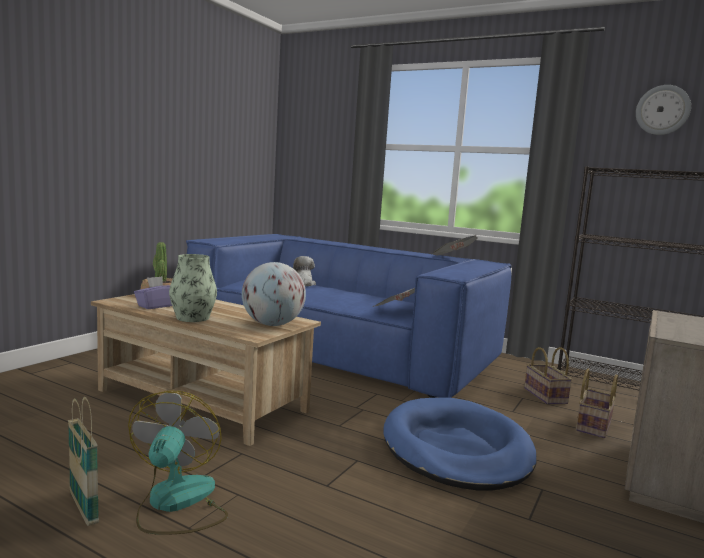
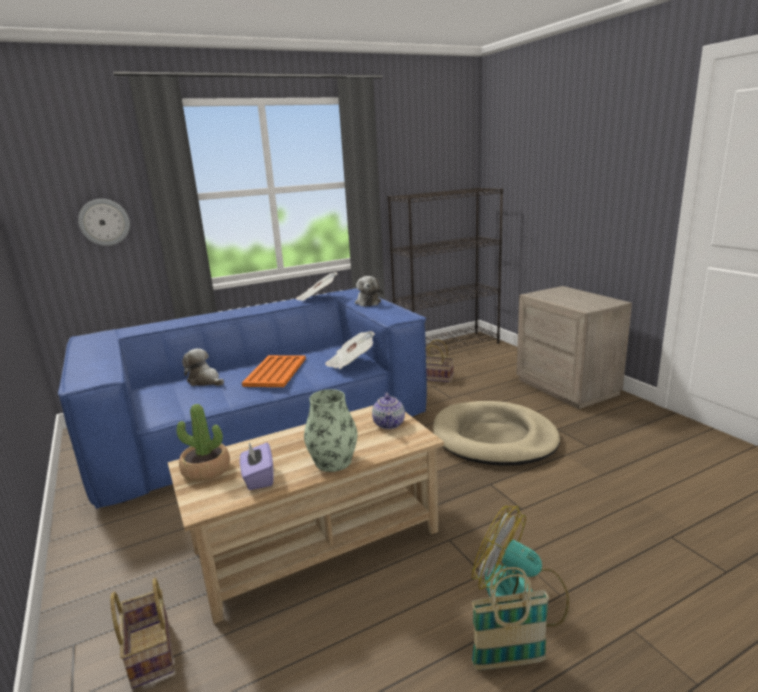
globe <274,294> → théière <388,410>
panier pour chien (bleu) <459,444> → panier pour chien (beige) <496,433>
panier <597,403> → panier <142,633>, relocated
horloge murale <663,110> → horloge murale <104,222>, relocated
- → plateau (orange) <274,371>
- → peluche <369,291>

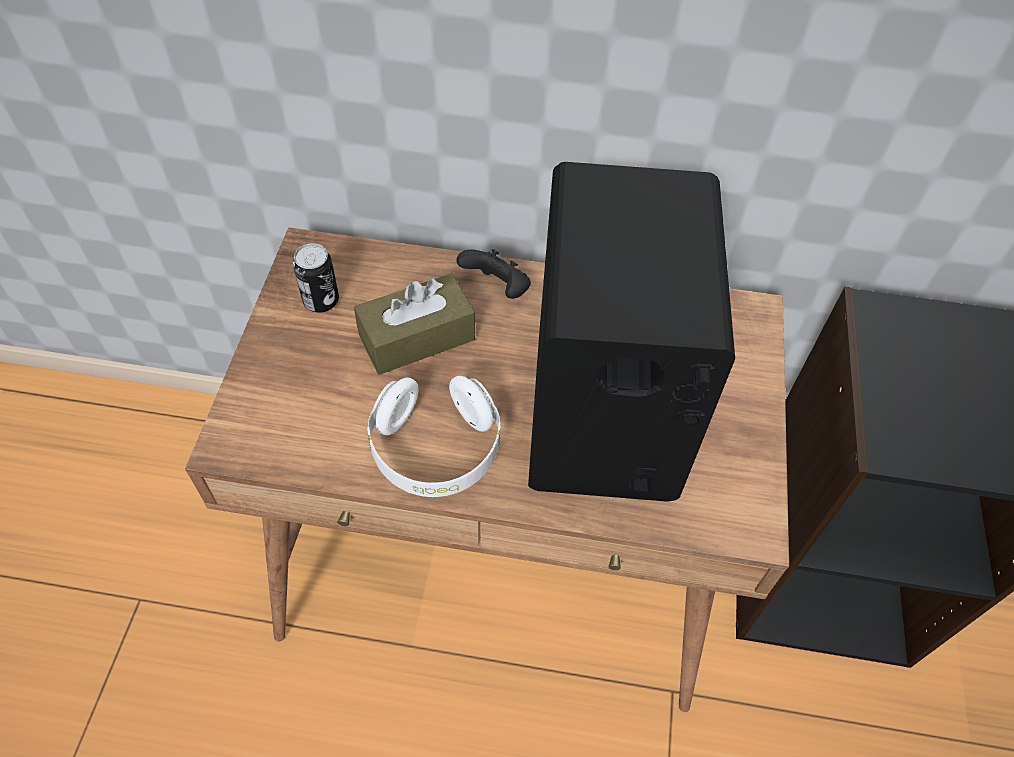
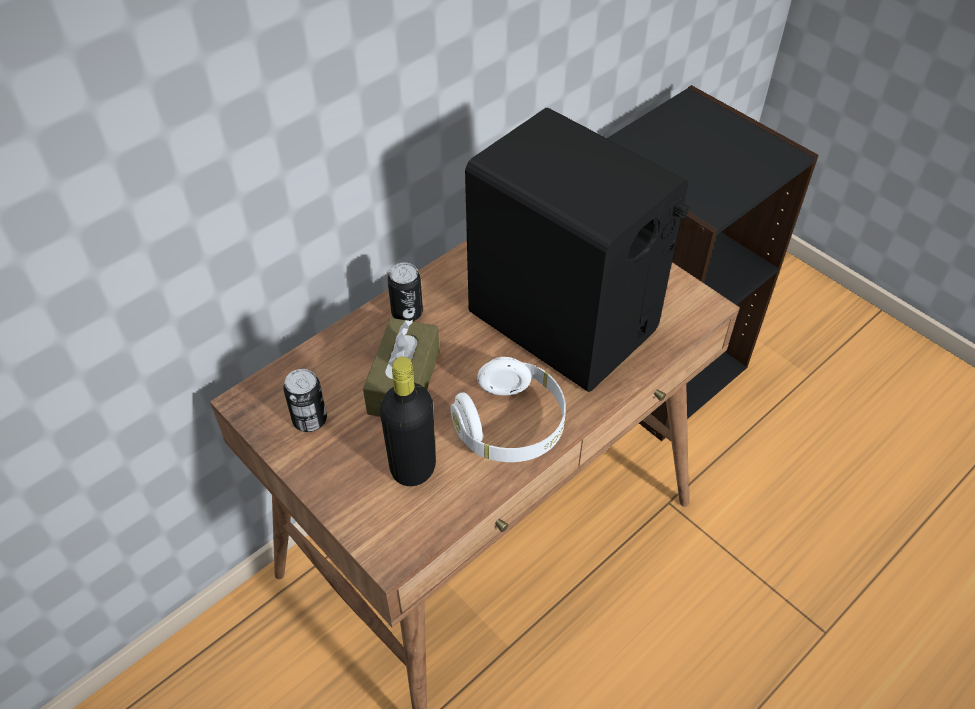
manette (noir) <494,274> → boîte métallique <405,292>
- → bouteille (noir) <408,421>

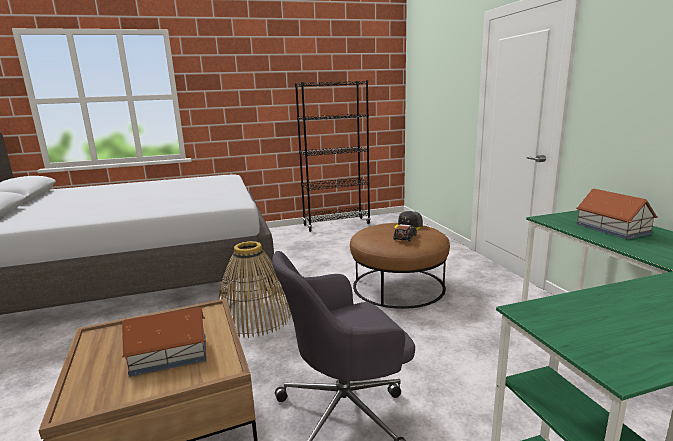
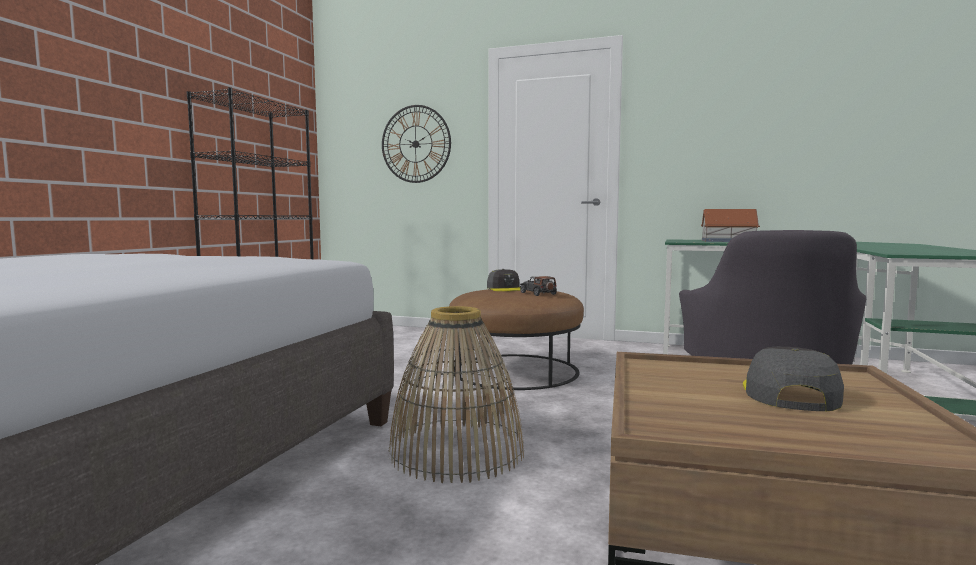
maison miniature <164,342> → casquette (gris) <793,379>
- → horloge murale <416,144>

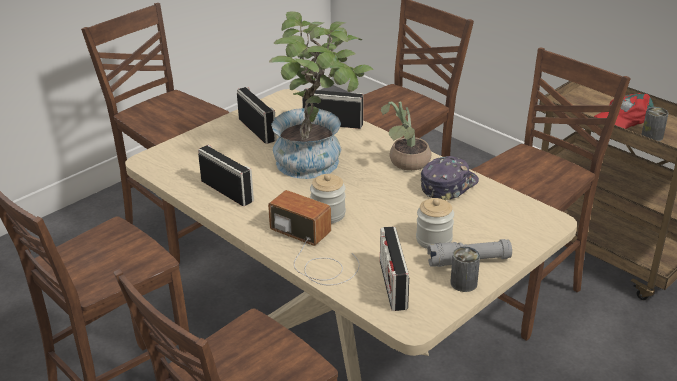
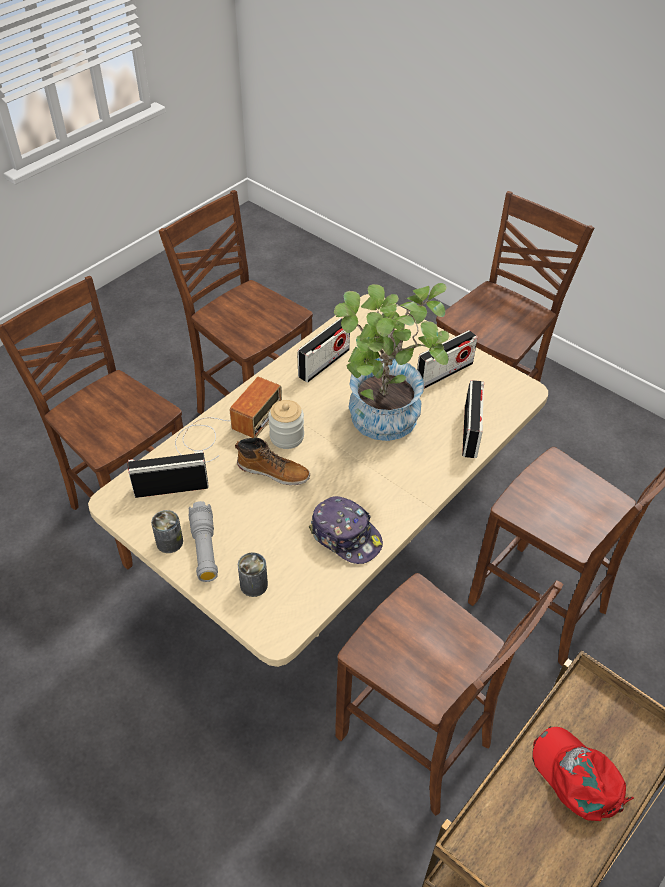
plante en pot <406,136> → -
bocal <435,223> → -
boîte métallique <655,124> → boîte métallique <253,574>, relocated
- → botte <272,461>

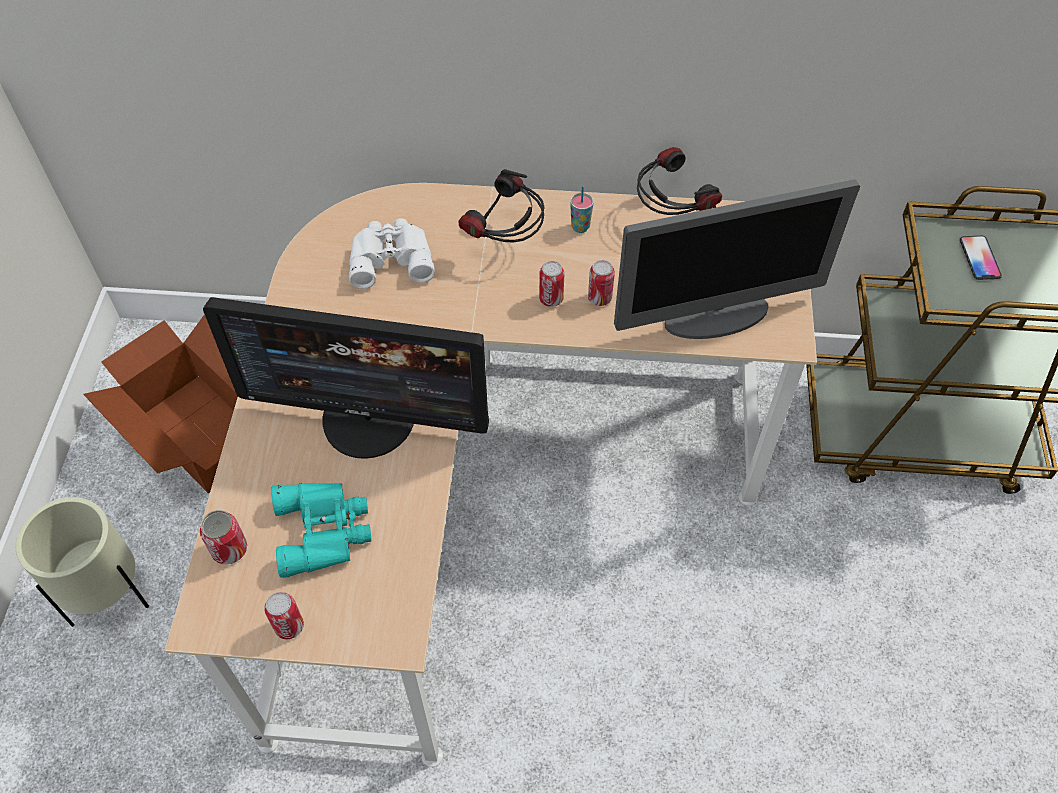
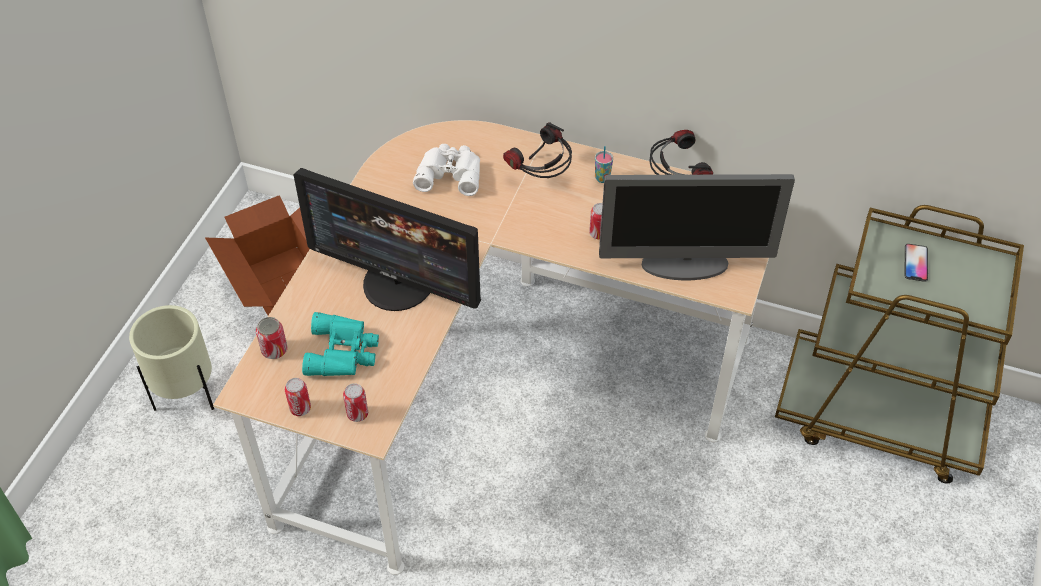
boîte métallique <551,284> → boîte métallique <355,402>, relocated

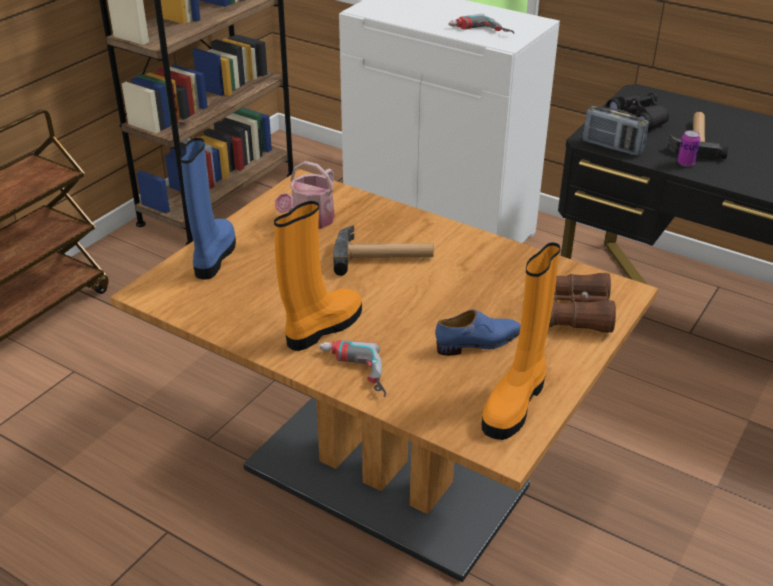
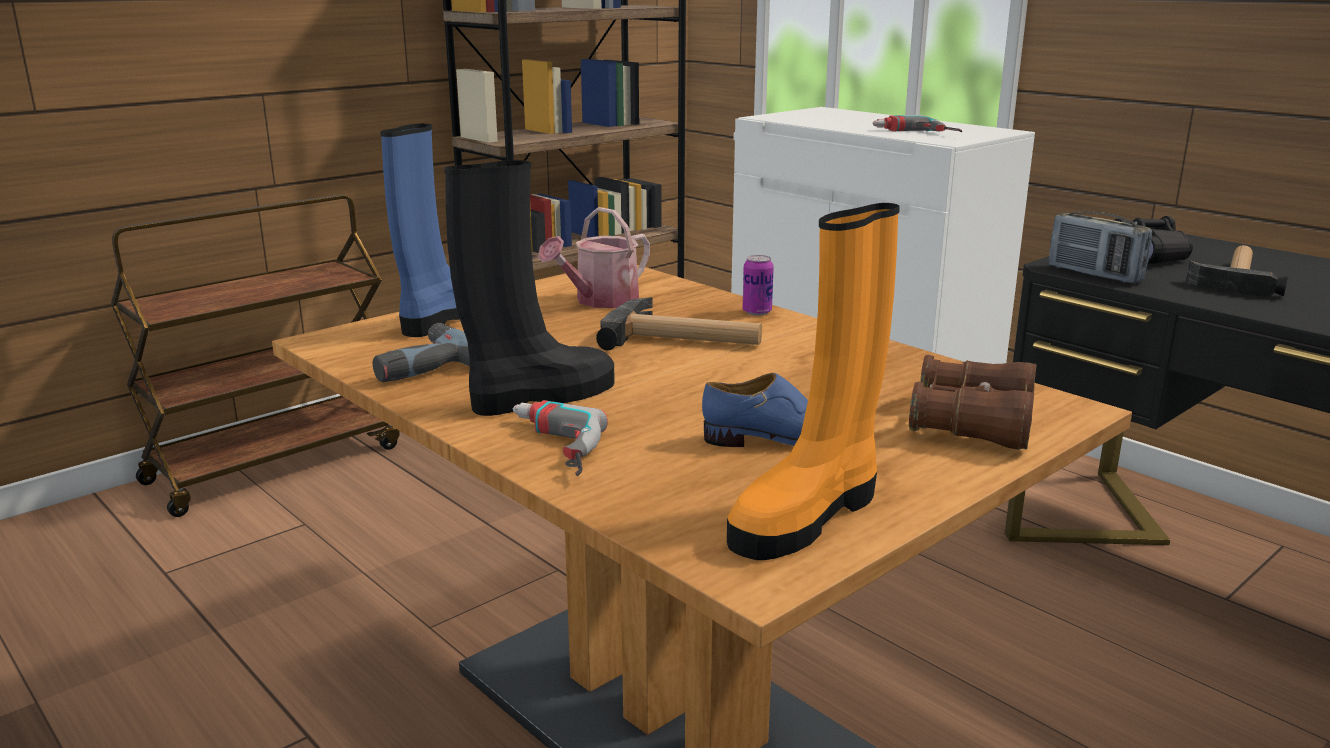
botte (orange) <318,276> → botte (noir) <530,288>
boîte métallique <688,148> → boîte métallique <758,285>, relocated
- → perceuse <421,352>

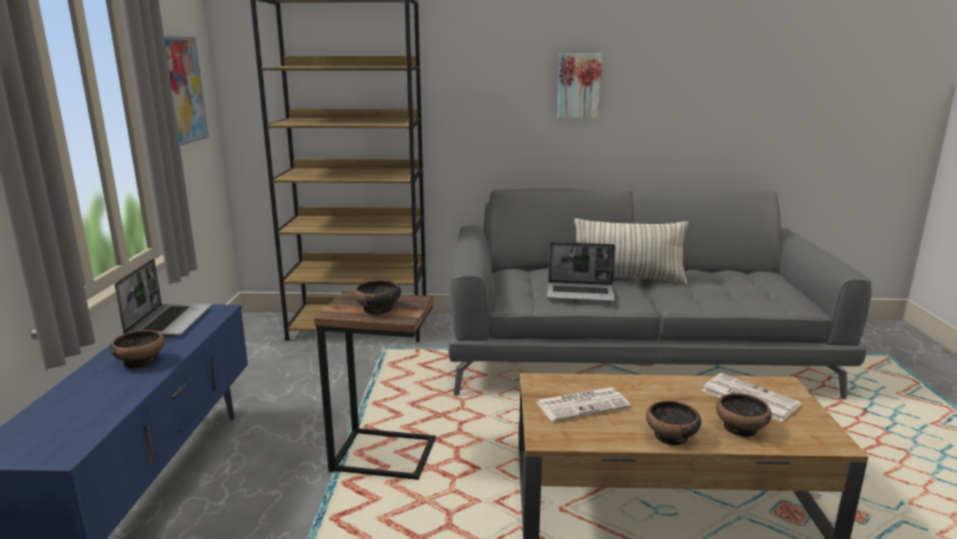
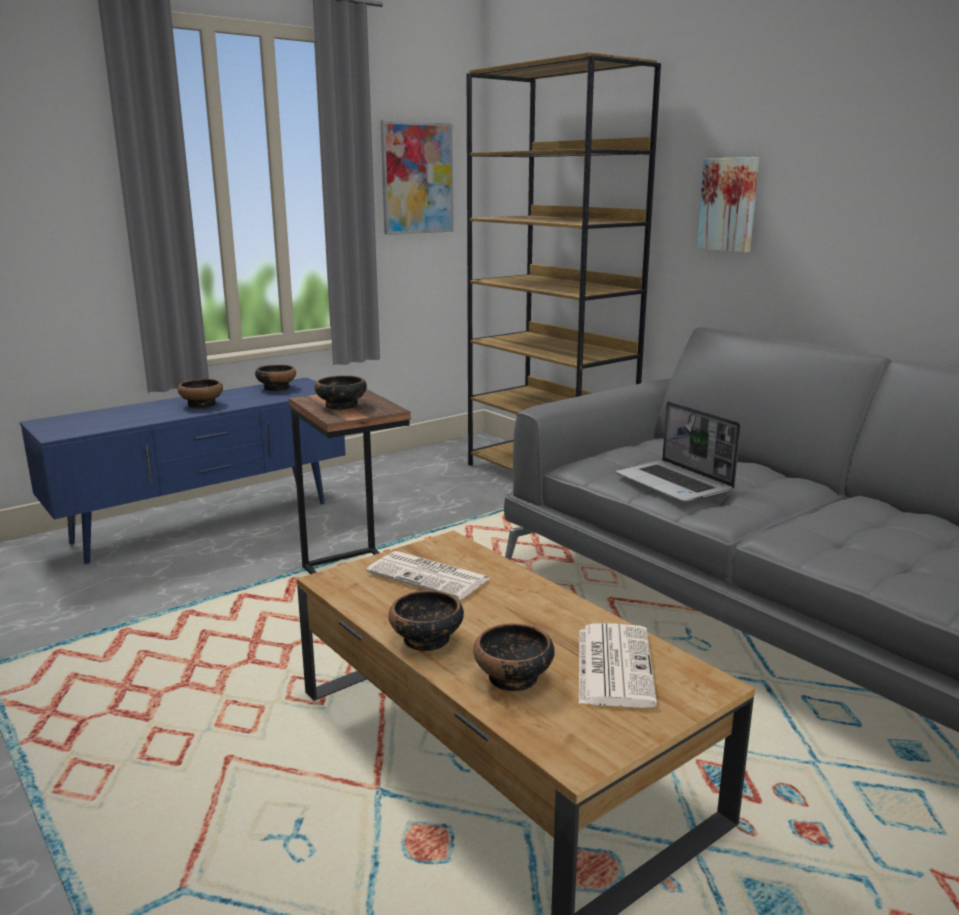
ordinateur portable <163,298> → bol <275,378>
tableau <580,85> → tableau <728,205>, relocated
coussin <631,251> → -

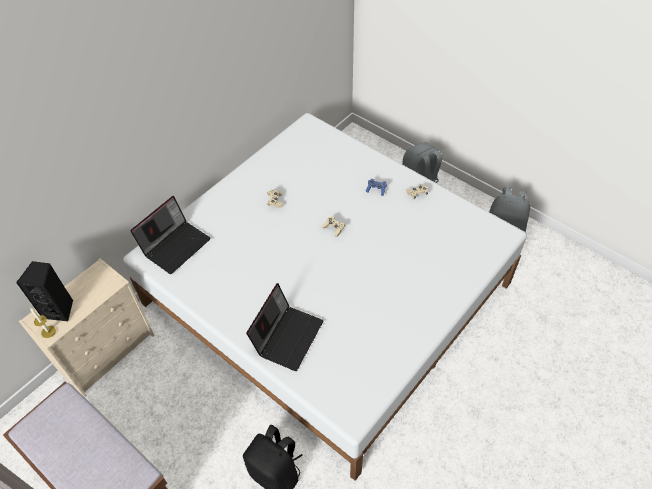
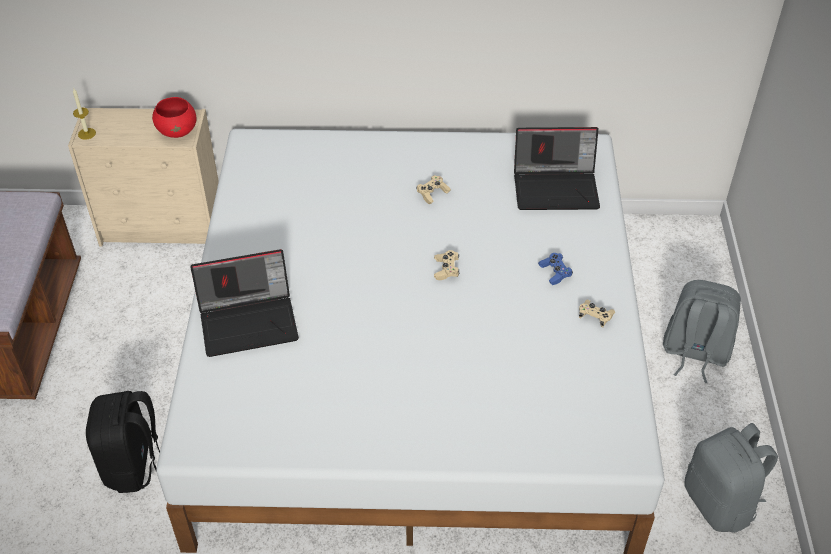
enceinte (noir) <44,291> → -
ordinateur portable <170,235> → ordinateur portable <557,168>, relocated
- → bol (rouge) <174,117>

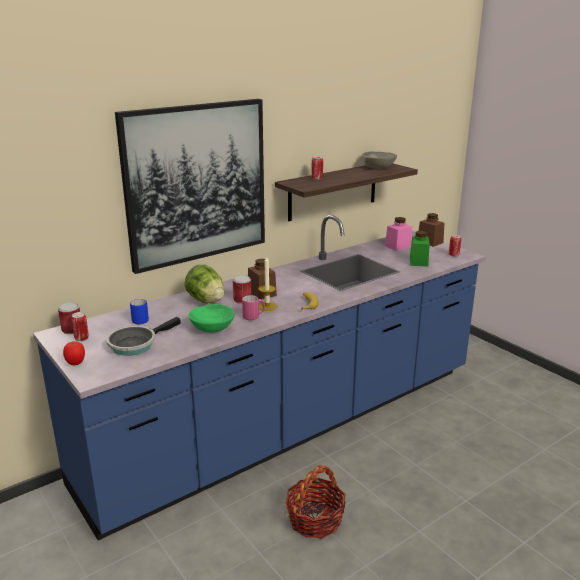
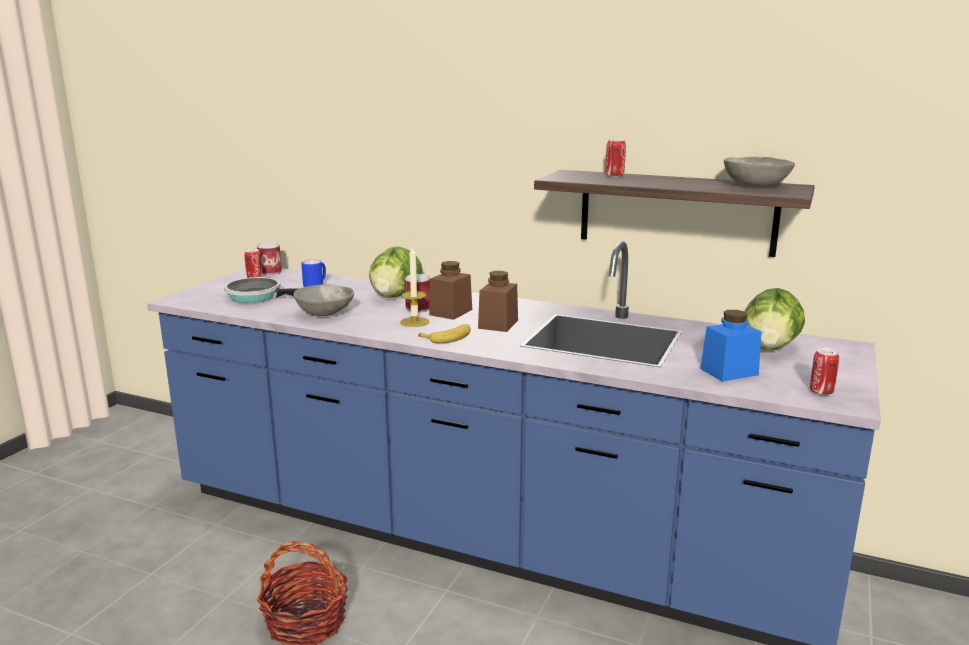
tomate <74,353> → -
tableau <190,186> → -
bol (vert) <212,318> → bol (gris) <324,300>
mug (rose) <253,307> → -
bocal (rose) <398,234> → laitue <775,319>
bocal (vert) <420,249> → bocal (bleu) <731,346>
bocal (marron) <431,230> → bocal (marron) <498,301>, relocated

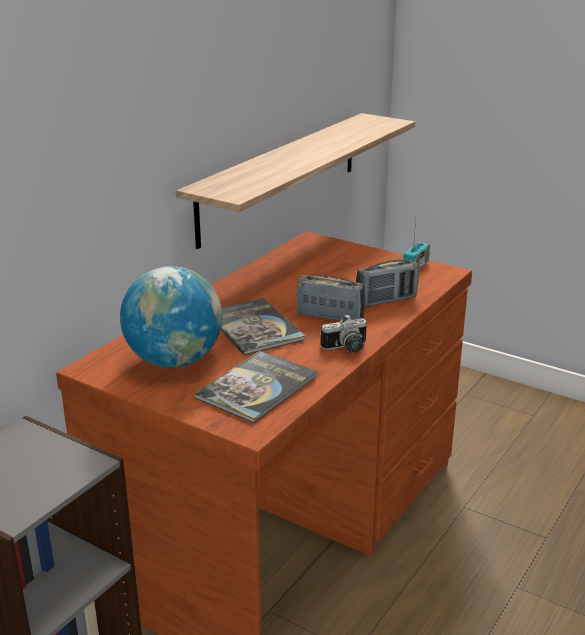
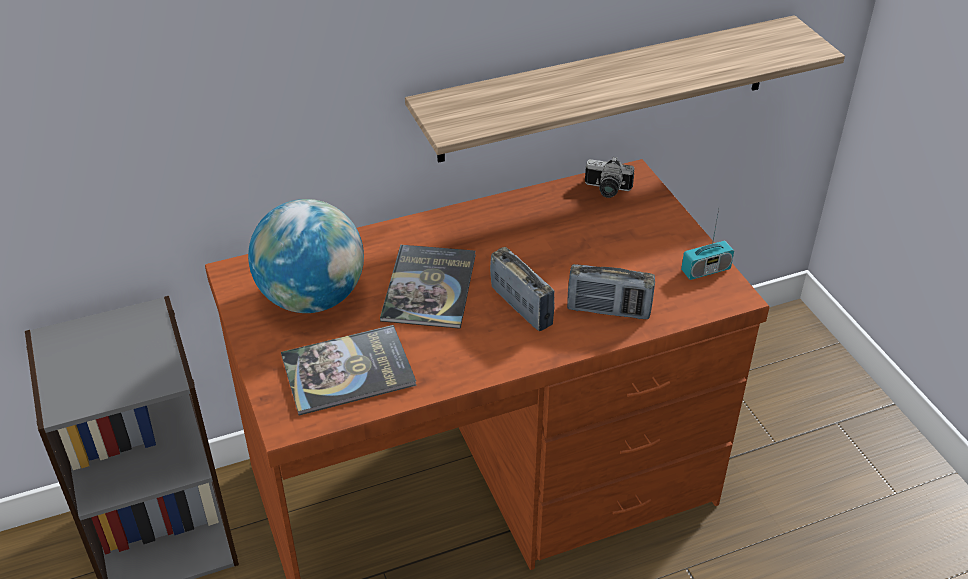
appareil photo <344,333> → appareil photo <609,177>, relocated

